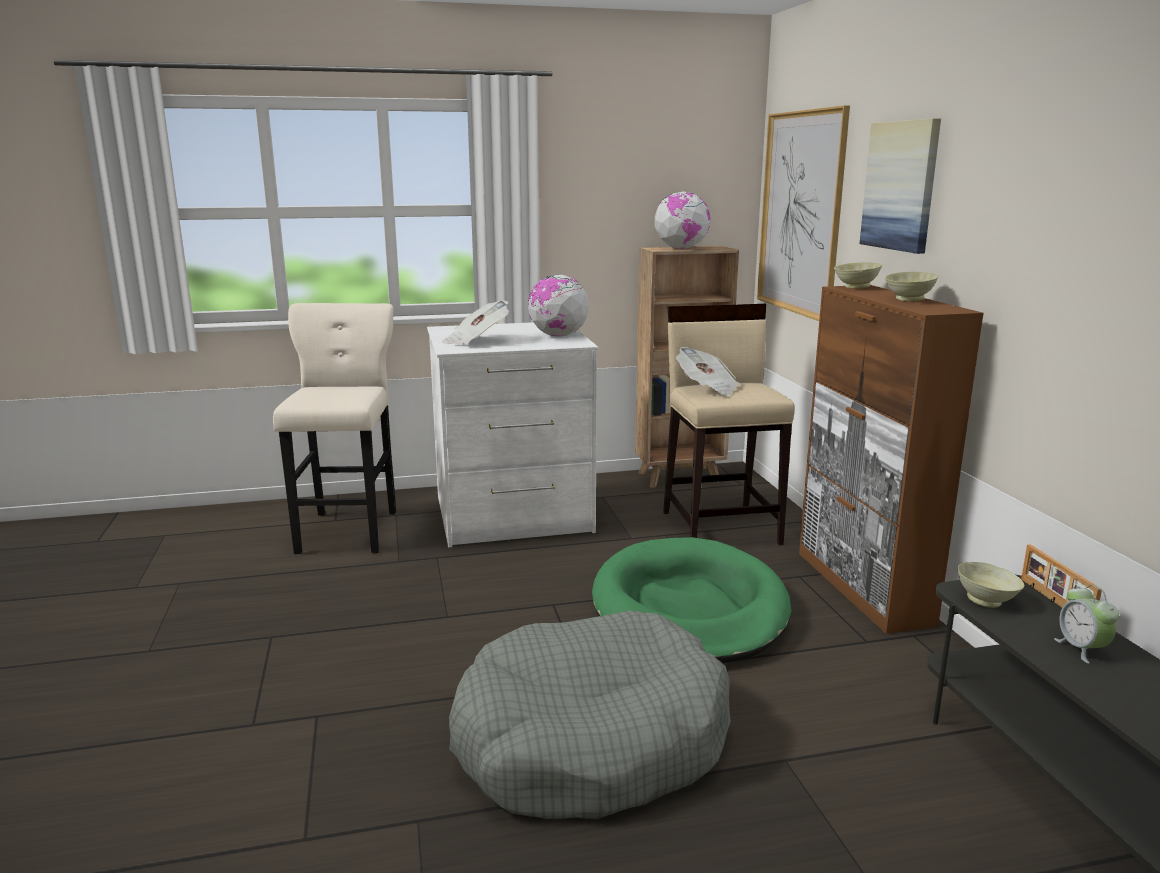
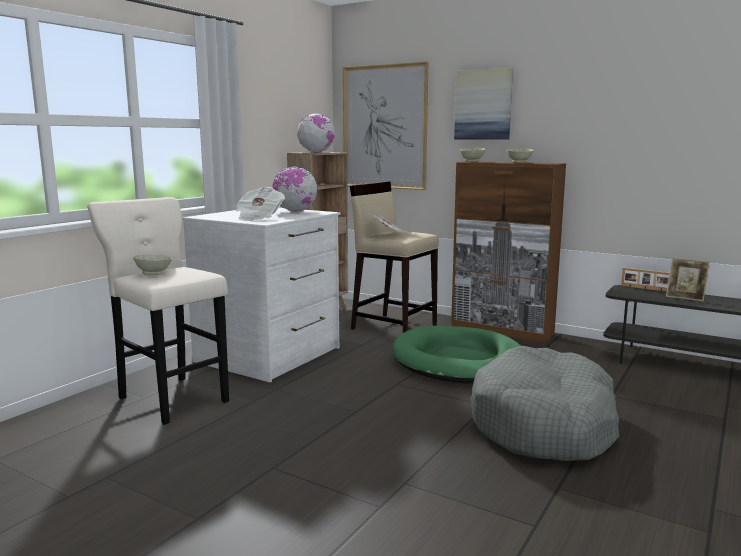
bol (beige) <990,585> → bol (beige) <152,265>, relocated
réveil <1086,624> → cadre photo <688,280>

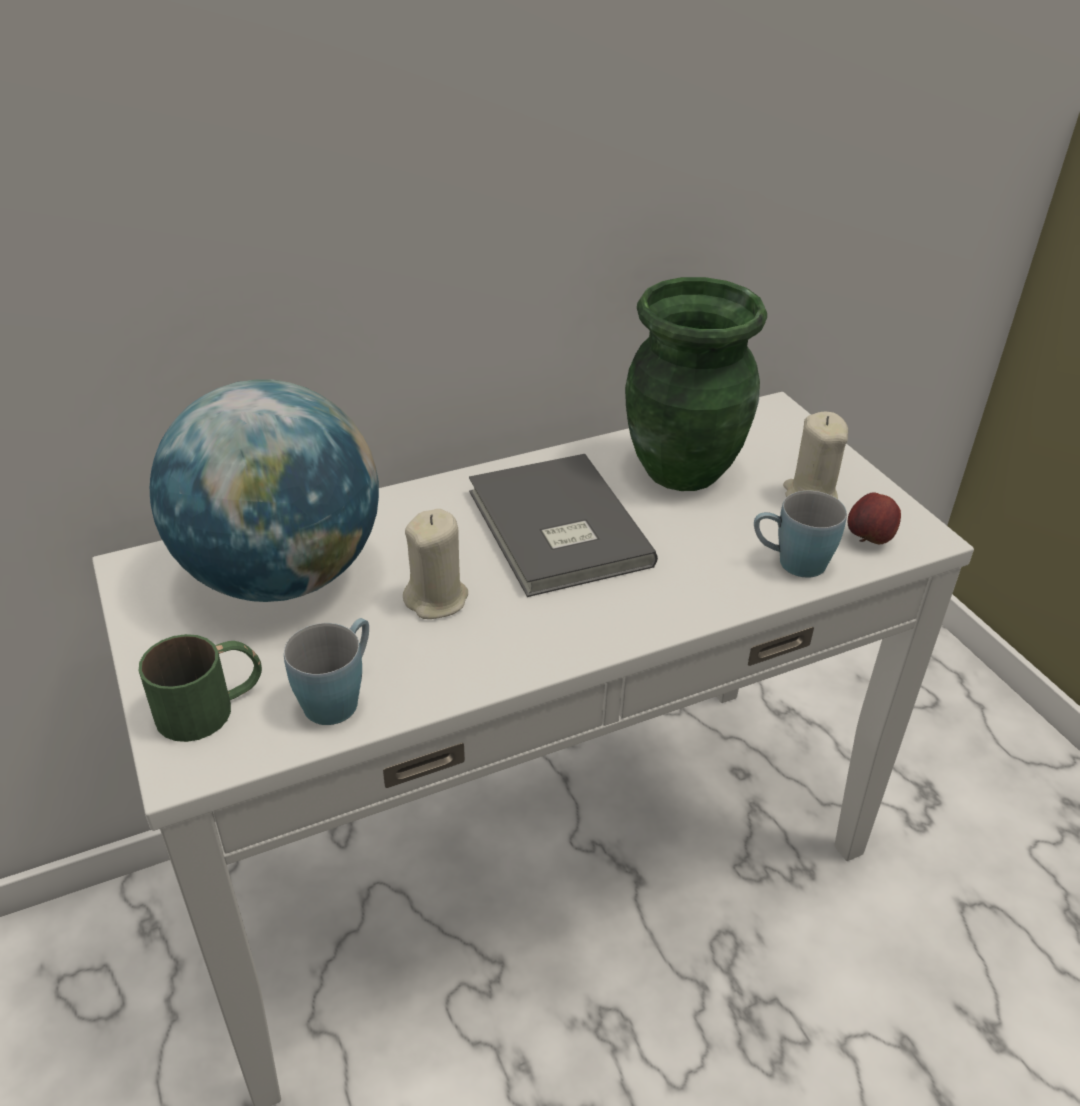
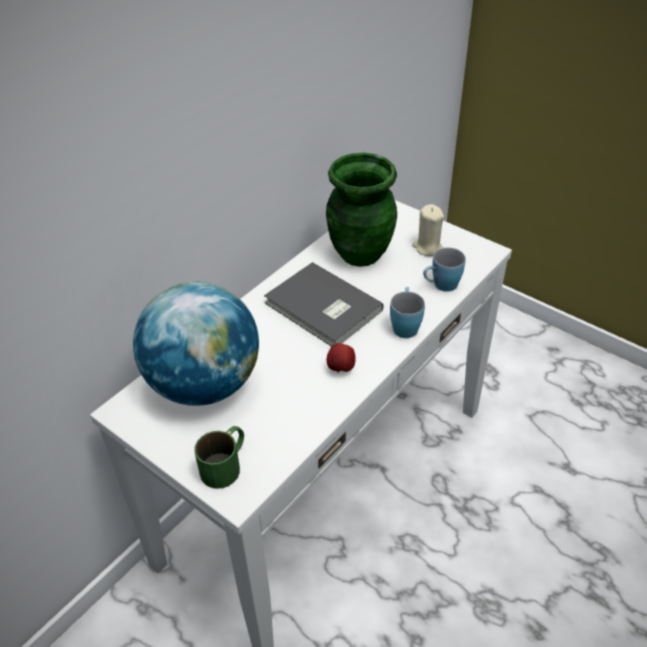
mug (bleu) <326,671> → mug (bleu) <407,312>, relocated
bougie (beige) <435,564> → -
pomme <874,518> → pomme <341,357>, relocated

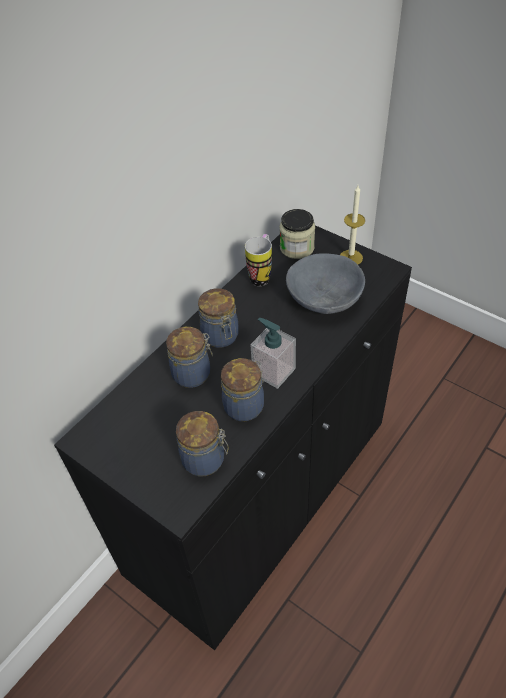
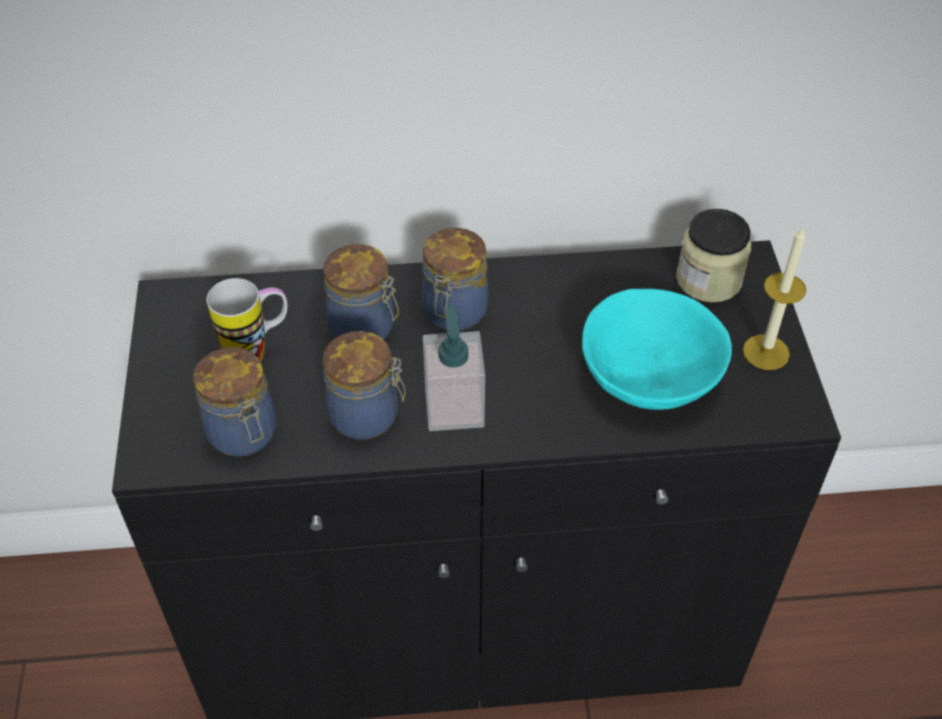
mug <258,260> → mug <247,320>, relocated
bol (gris) <325,283> → bol (turquoise) <657,349>

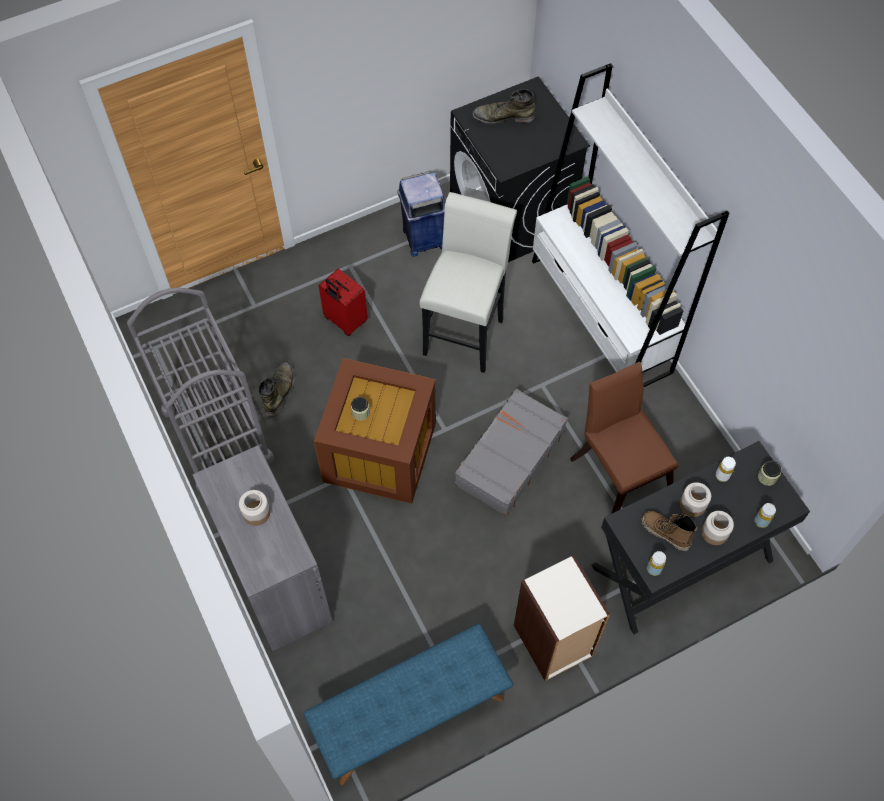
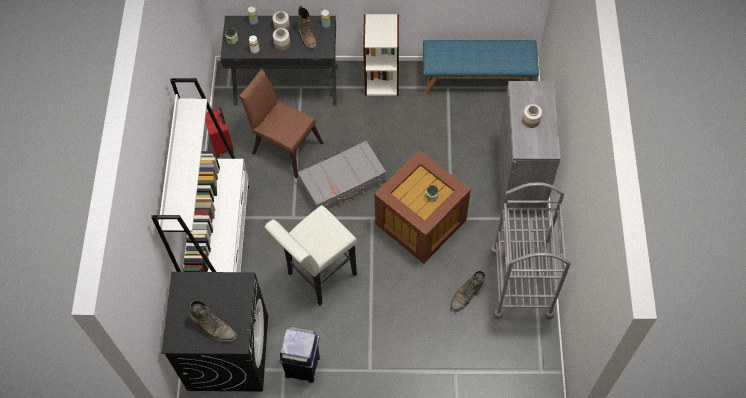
valise (rouge) <343,302> → valise (rouge) <219,132>, relocated
chaise (marron) <624,438> → chaise (marron) <281,124>, 120 degrees clockwise

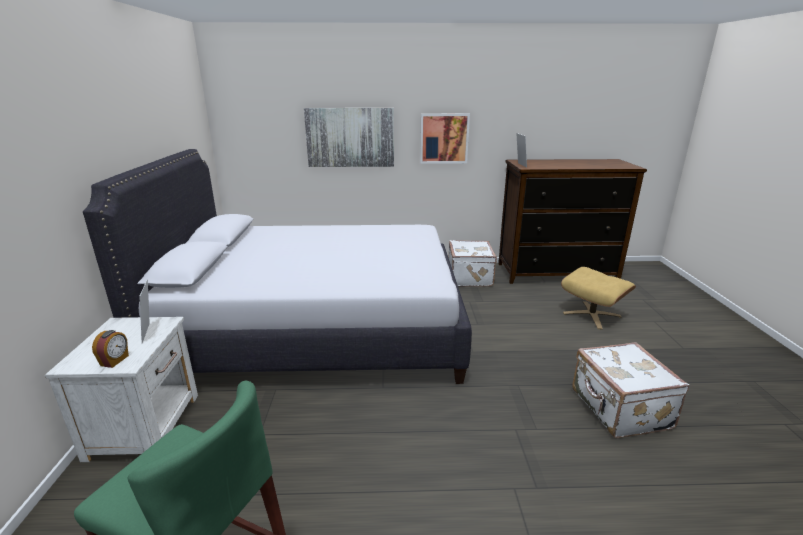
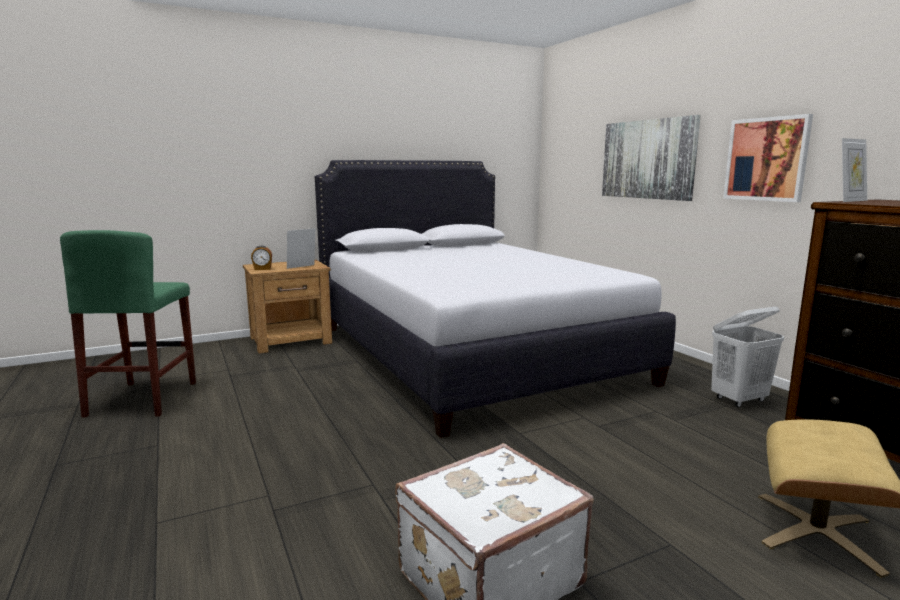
table de chevet (blanc) <121,389> → table de chevet (marron) <287,307>
valise (blanc) <472,263> → panier à linge (blanc) <747,356>

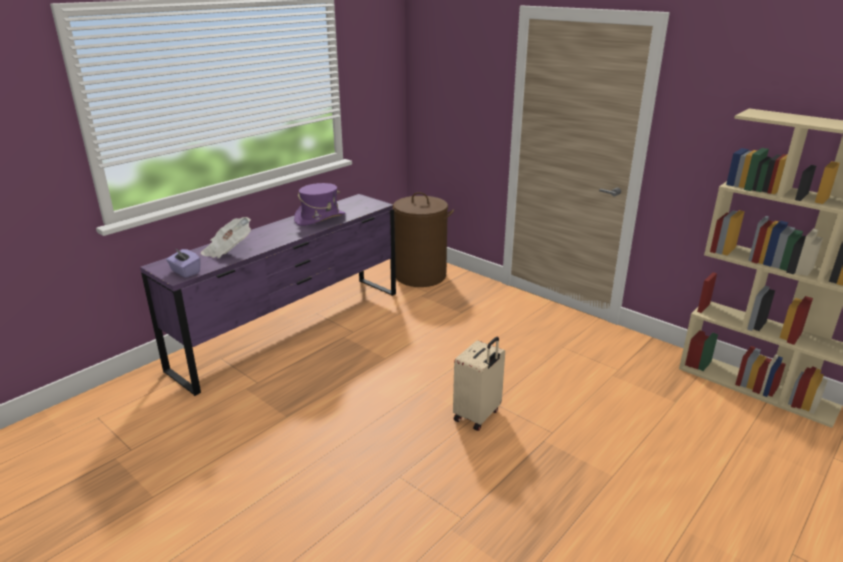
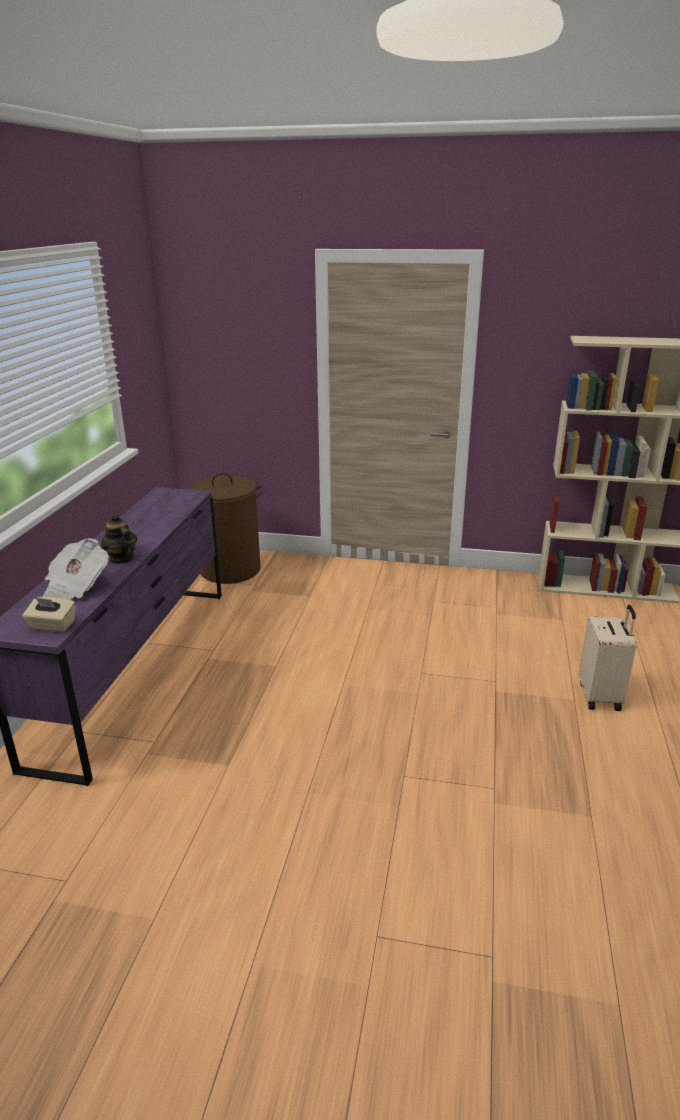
boîte à mouchoirs (violet) <183,263> → boîte à mouchoirs (beige) <49,614>
chapeau (violet) <320,204> → -
valise (beige) <479,384> → valise (beige) <608,658>, relocated
- → théière <119,539>

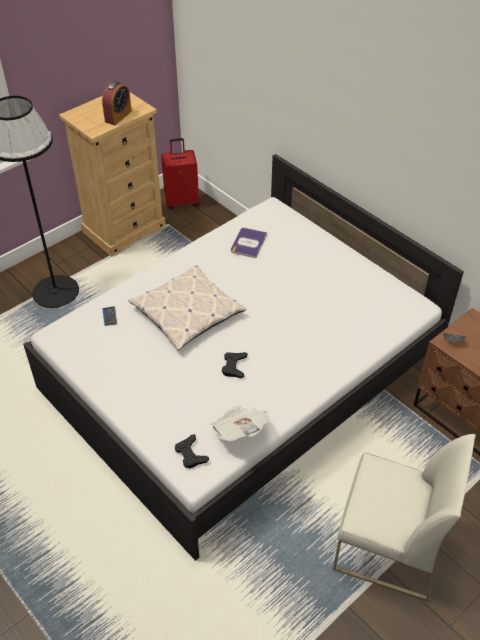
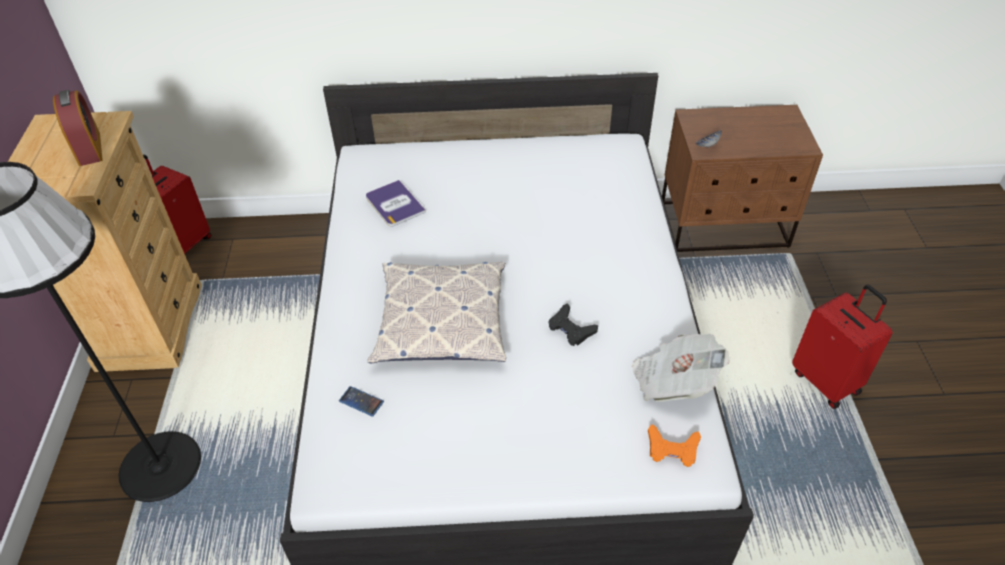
manette (noir) <192,451> → manette (orange) <674,445>
chaise (blanc) <404,518> → valise (rouge) <842,347>

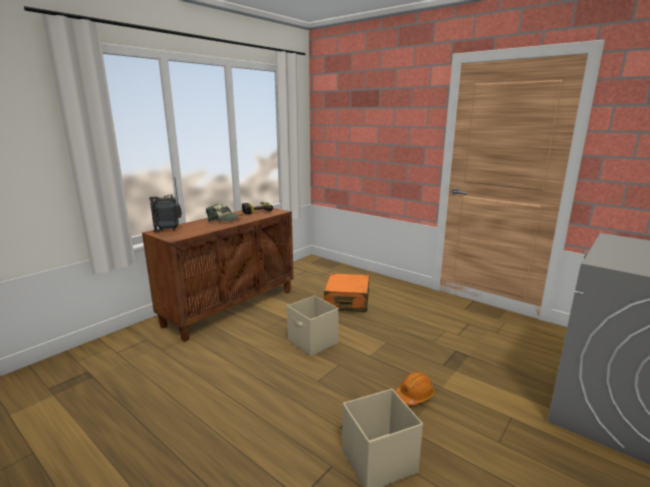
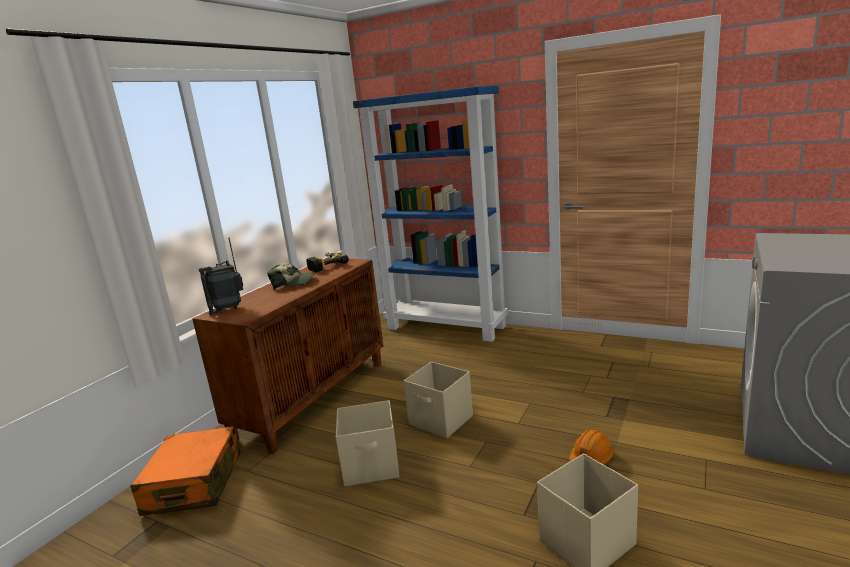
valise (orange) <347,292> → valise (orange) <185,471>, relocated
- → boîte de rangement (beige) <368,443>
- → bibliothèque (bleu) <430,214>

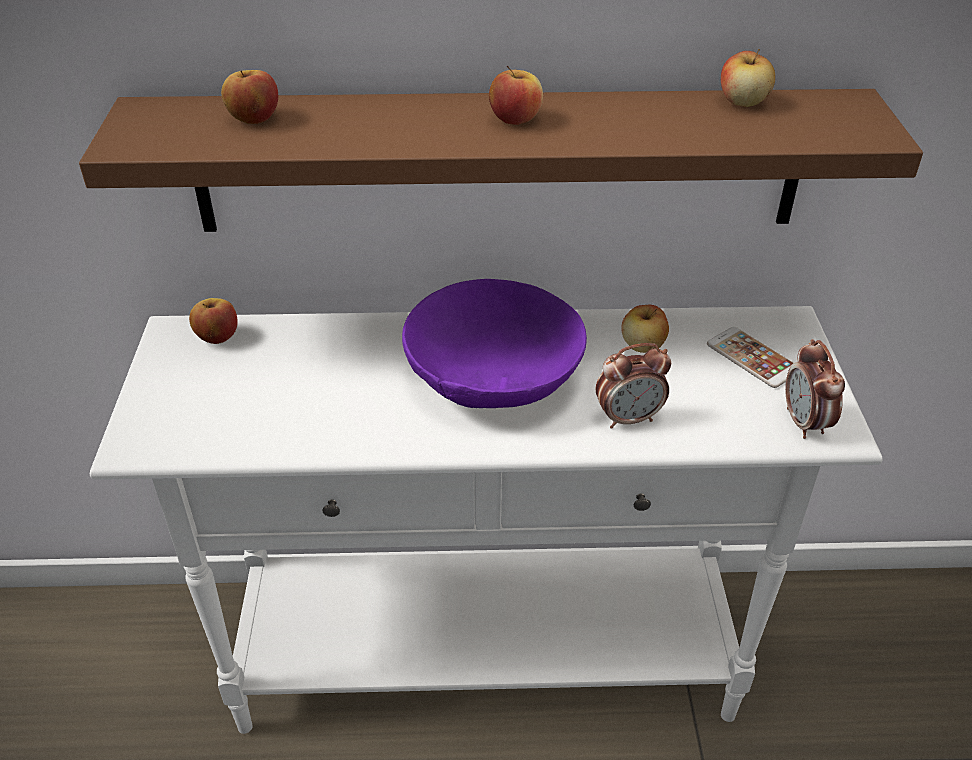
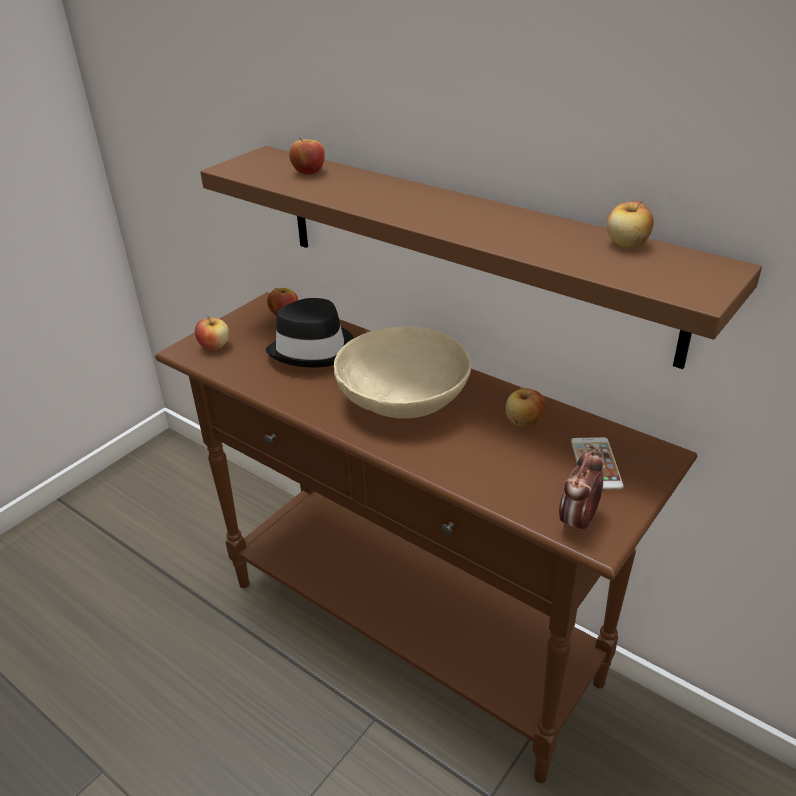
table console (blanc) <486,520> → table console (marron) <426,537>
bol (violet) <494,343> → bol (beige) <402,372>
pomme <516,95> → pomme <212,333>, relocated
réveil <633,386> → -
- → chapeau (noir) <309,332>

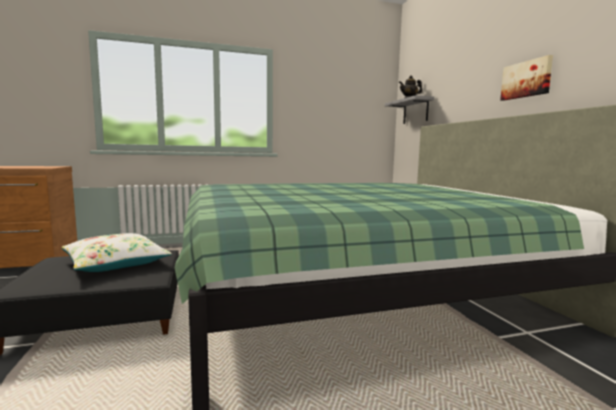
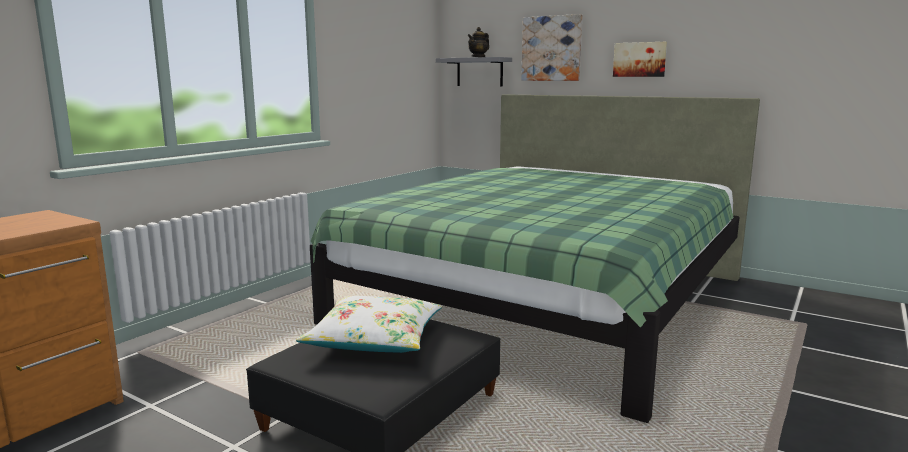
- → tableau <552,47>

